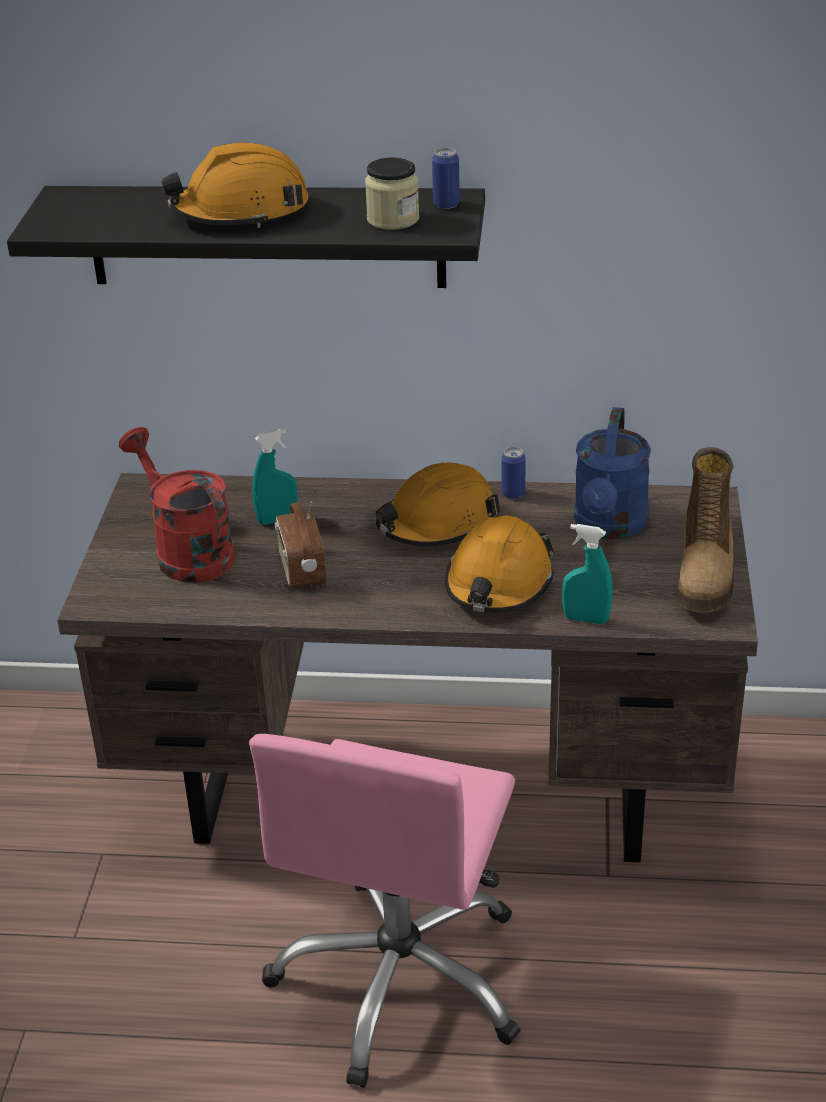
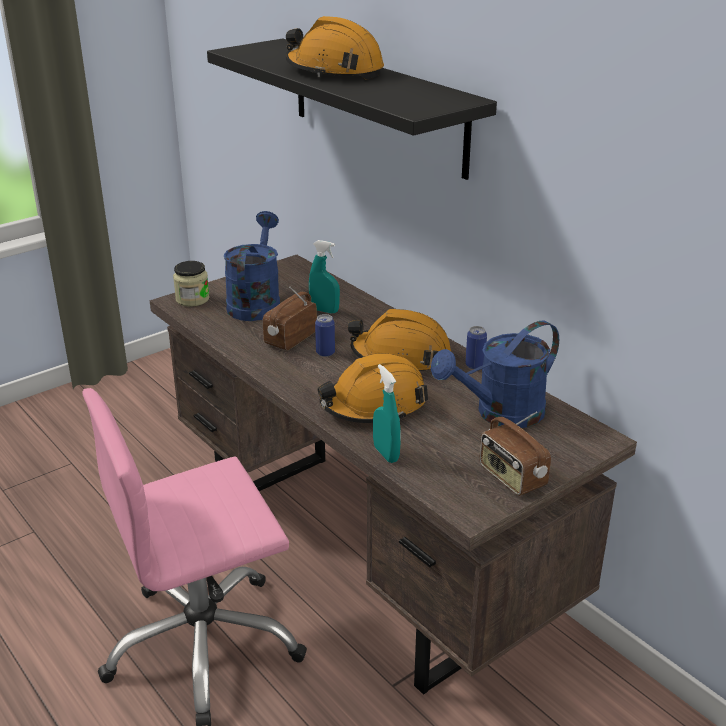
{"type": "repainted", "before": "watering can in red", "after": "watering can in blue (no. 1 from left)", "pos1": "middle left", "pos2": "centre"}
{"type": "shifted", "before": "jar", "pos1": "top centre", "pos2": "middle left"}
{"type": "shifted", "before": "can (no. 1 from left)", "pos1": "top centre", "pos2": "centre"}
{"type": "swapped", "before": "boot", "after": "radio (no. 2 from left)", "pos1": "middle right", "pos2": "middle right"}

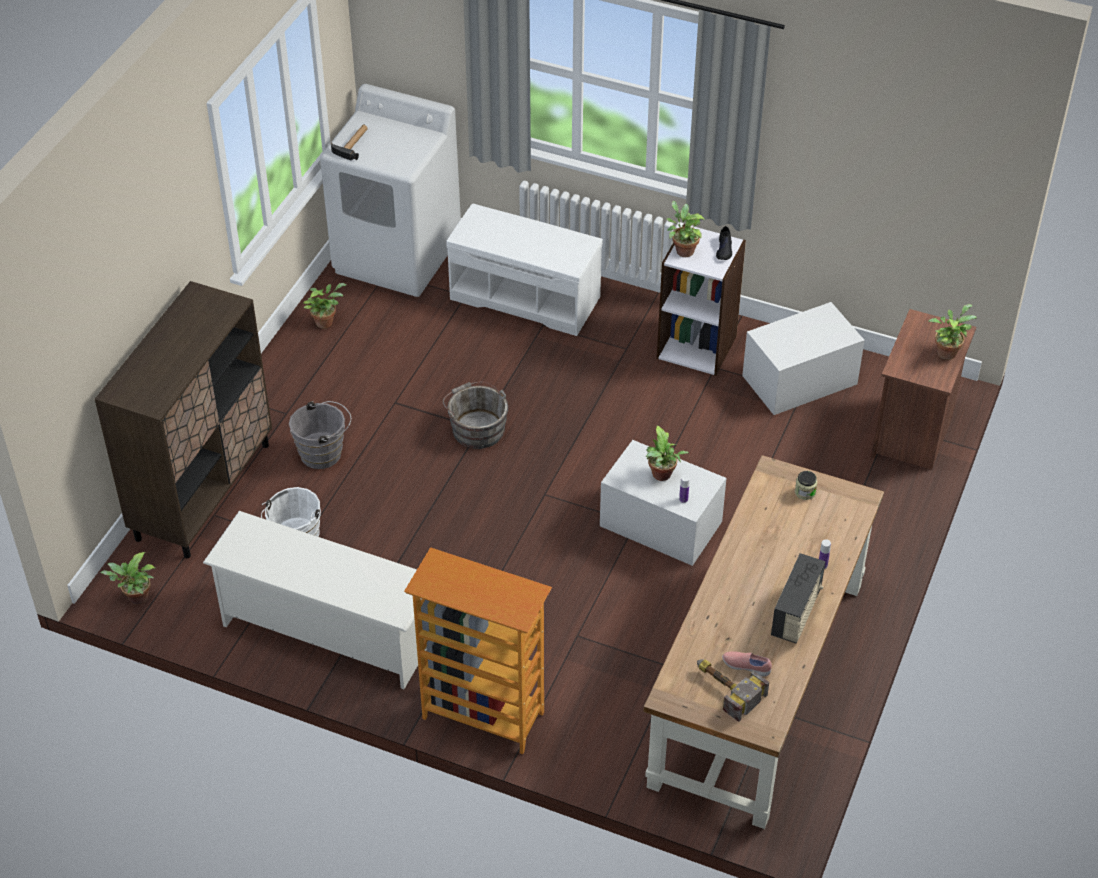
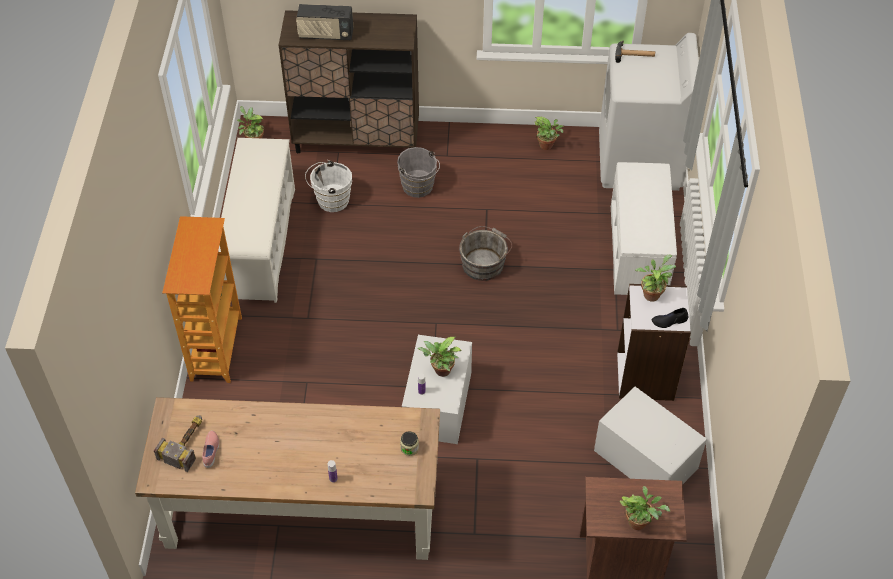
{"type": "shifted", "before": "radio", "pos1": "bottom right", "pos2": "top centre"}

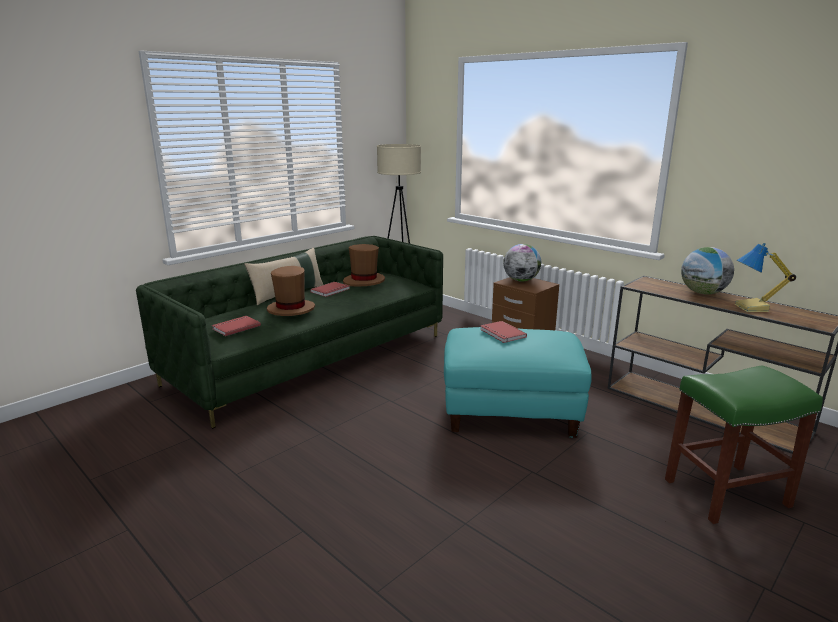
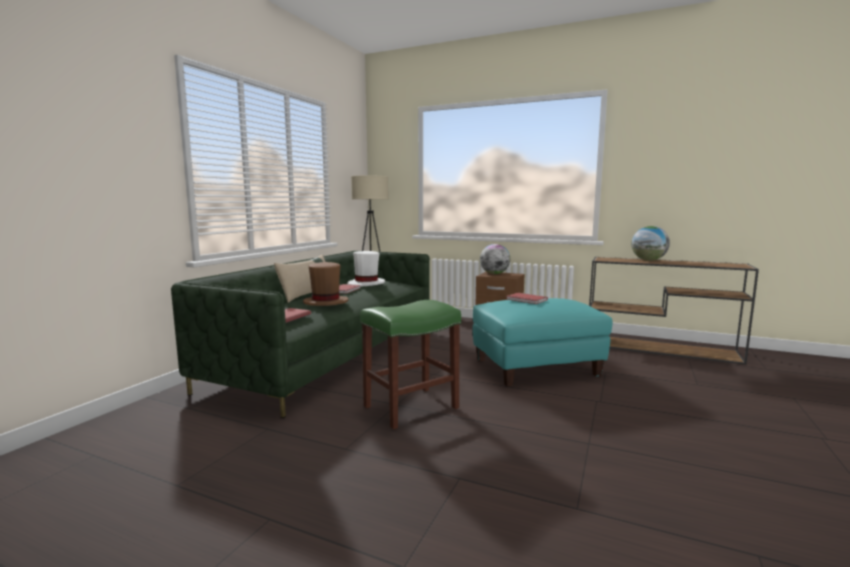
{"type": "repainted", "before": "hat in brown (no. 2 from left)", "after": "hat in white", "pos1": "centre", "pos2": "centre"}
{"type": "shifted", "before": "stool in green", "pos1": "bottom right", "pos2": "centre"}
{"type": "gone", "before": "table lamp", "pos1": "middle right"}

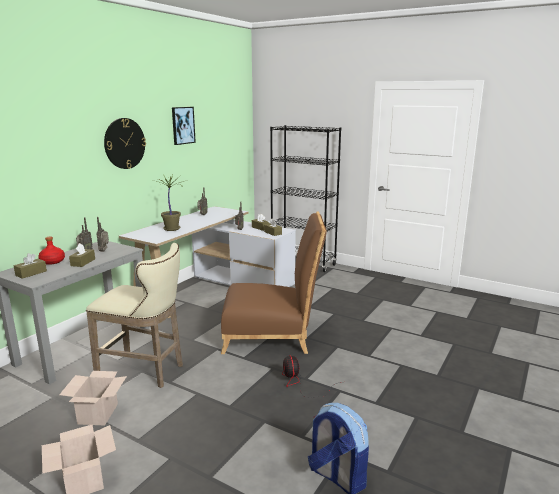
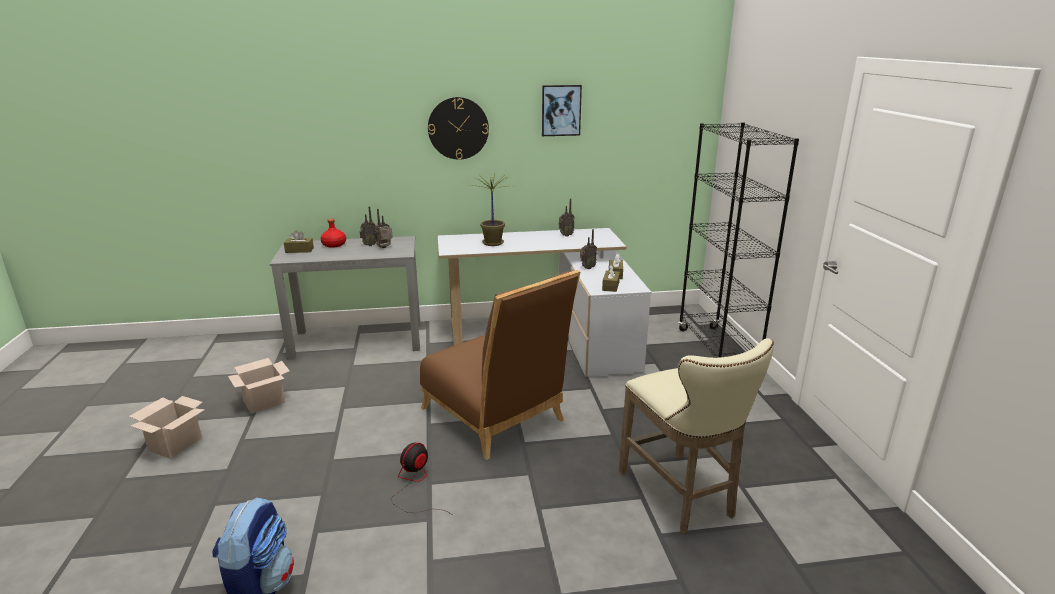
{"type": "gone", "before": "tissue box in brown (no. 2 from left)", "pos1": "middle left"}
{"type": "shifted", "before": "stool in beige", "pos1": "middle left", "pos2": "bottom centre"}

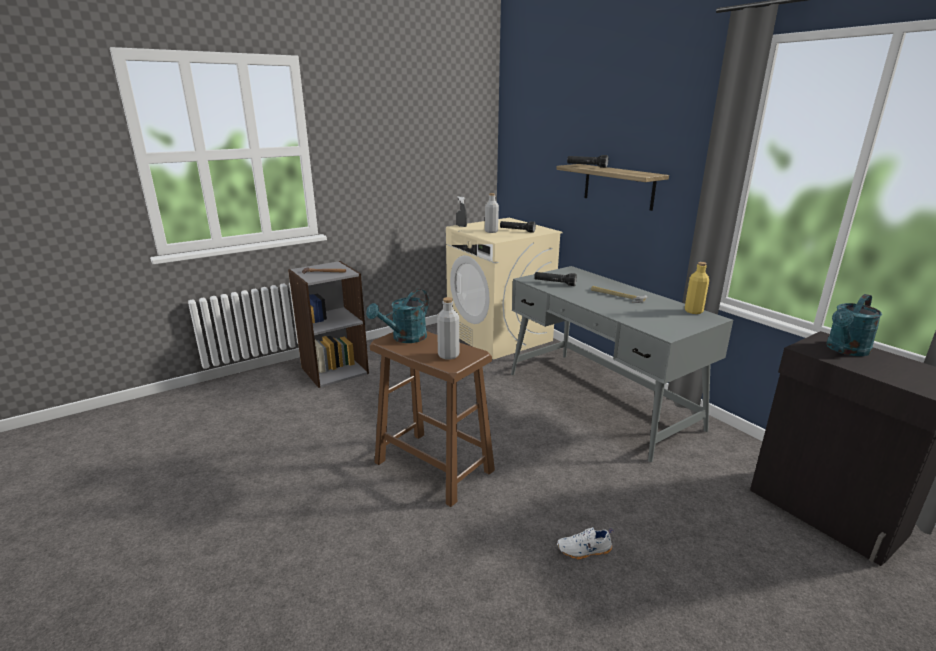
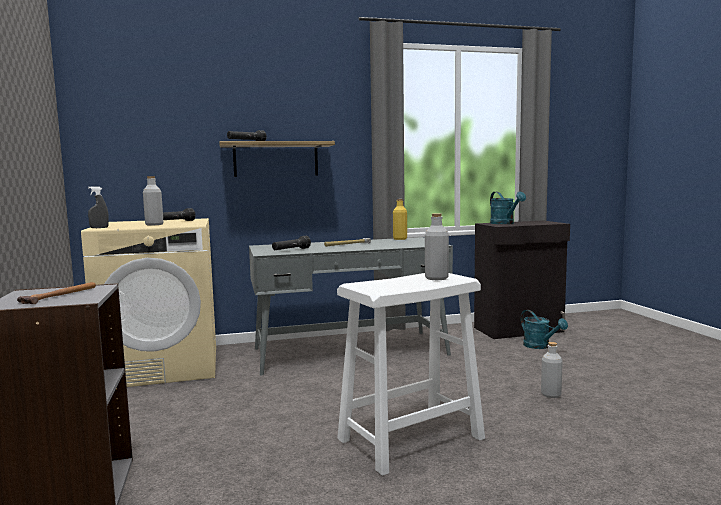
{"type": "shifted", "before": "watering can in turquoise (no. 1 from left in the first image)", "after": "watering can in turquoise (no. 2 from left)", "pos1": "centre", "pos2": "middle right"}
{"type": "repainted", "before": "stool in brown", "after": "stool in white", "pos1": "centre", "pos2": "bottom centre"}
{"type": "swapped", "before": "shoe in white", "after": "bottle in grey (no. 3 from left)", "pos1": "bottom centre", "pos2": "bottom right"}

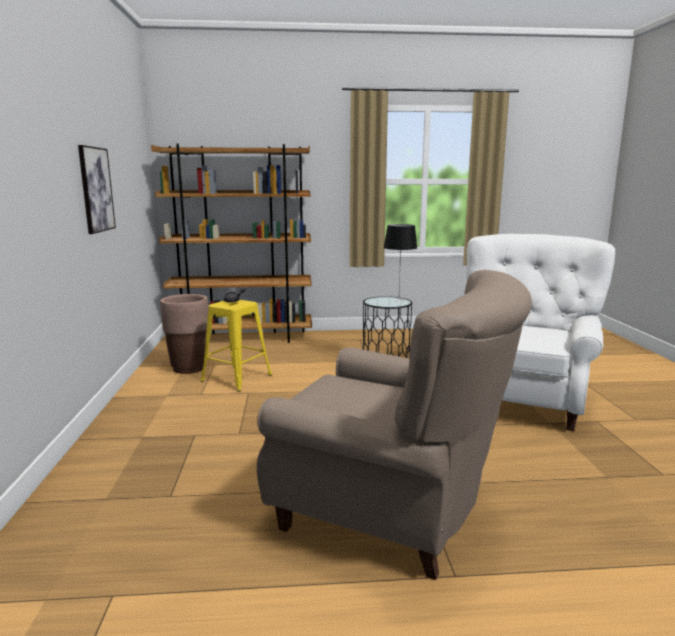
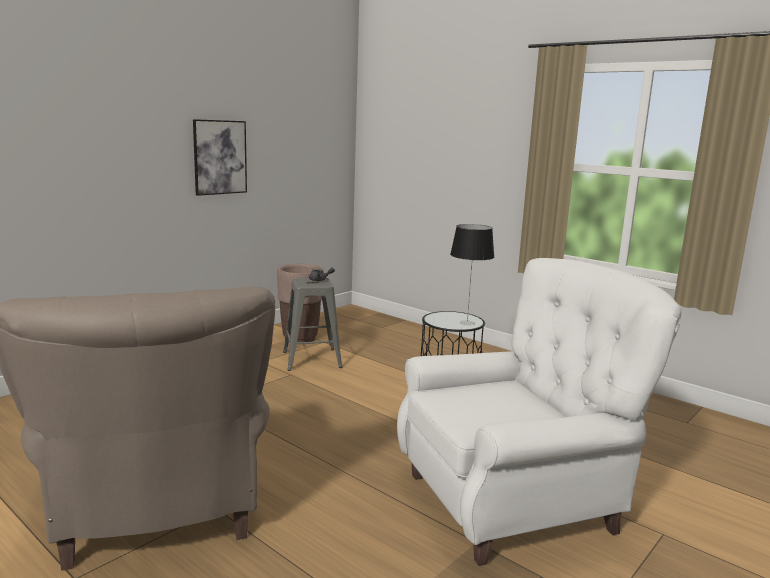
{"type": "gone", "before": "bookcase in brown", "pos1": "centre"}
{"type": "repainted", "before": "stool in yellow", "after": "stool in grey", "pos1": "centre", "pos2": "centre"}

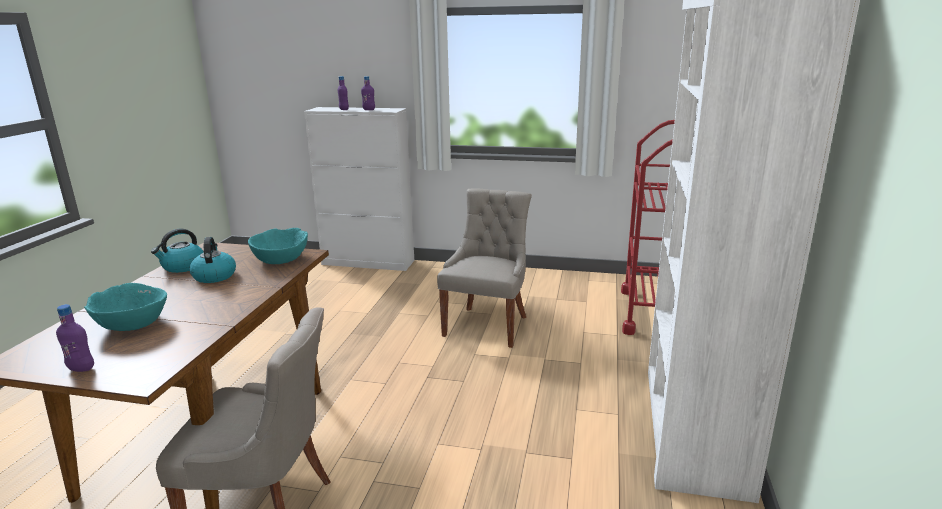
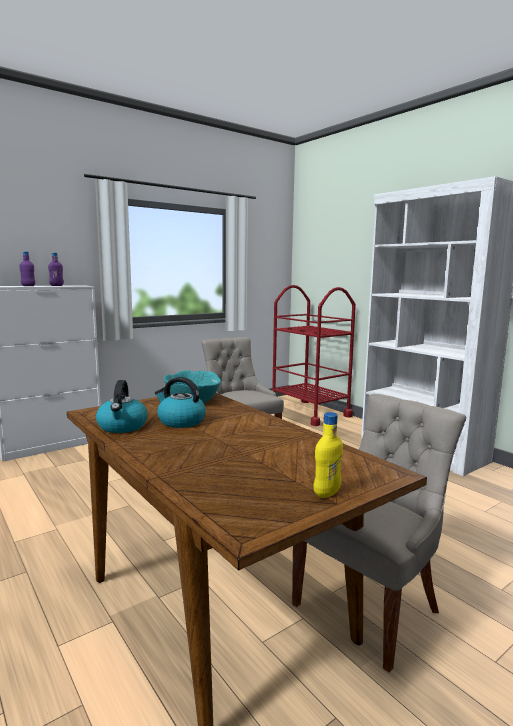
{"type": "repainted", "before": "bottle in purple (no. 1 from left)", "after": "bottle in yellow", "pos1": "middle left", "pos2": "centre"}
{"type": "gone", "before": "bowl in turquoise (no. 1 from left)", "pos1": "middle left"}

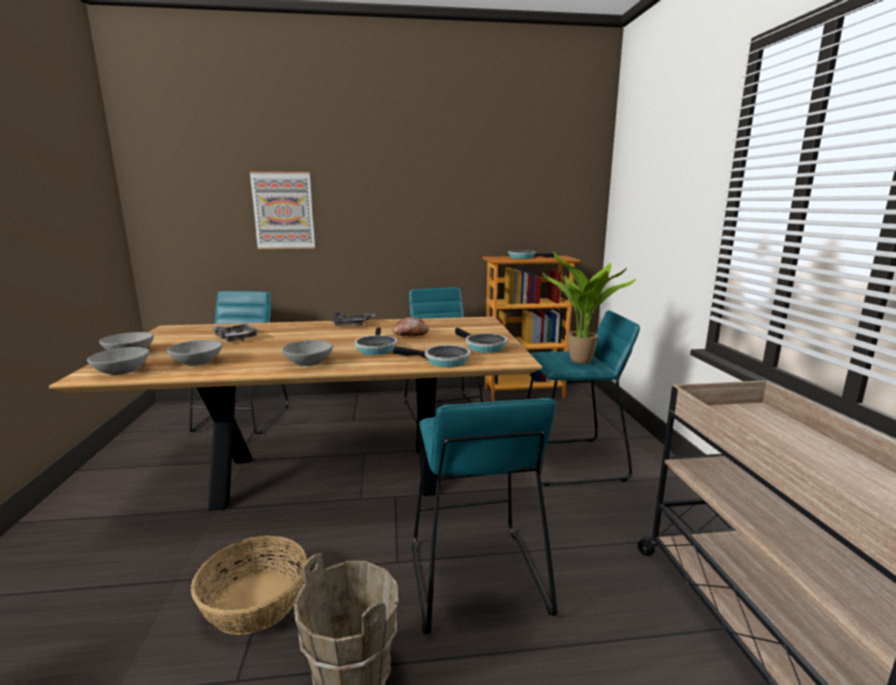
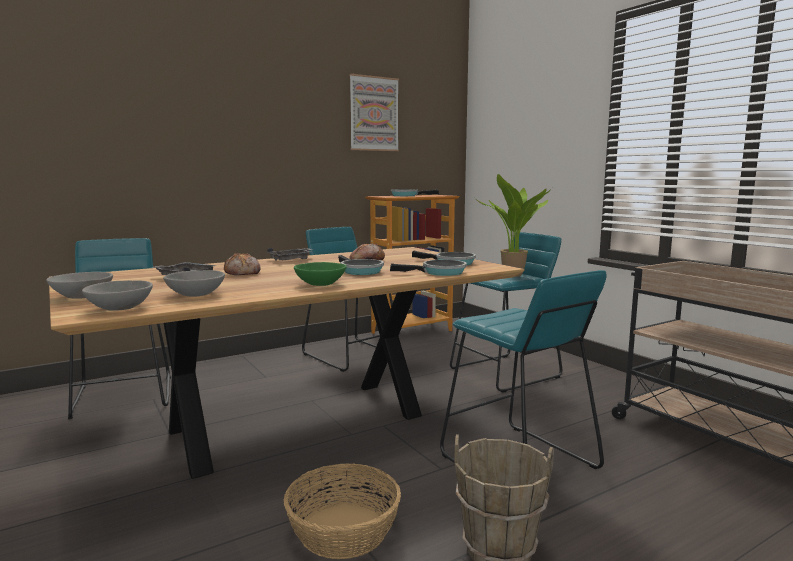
{"type": "shifted", "before": "picture", "pos1": "top left", "pos2": "top centre"}
{"type": "repainted", "before": "bowl in grey (no. 4 from left)", "after": "bowl in green", "pos1": "centre", "pos2": "centre"}
{"type": "new", "after": "bread (no. 1 from left)", "pos2": "middle left"}

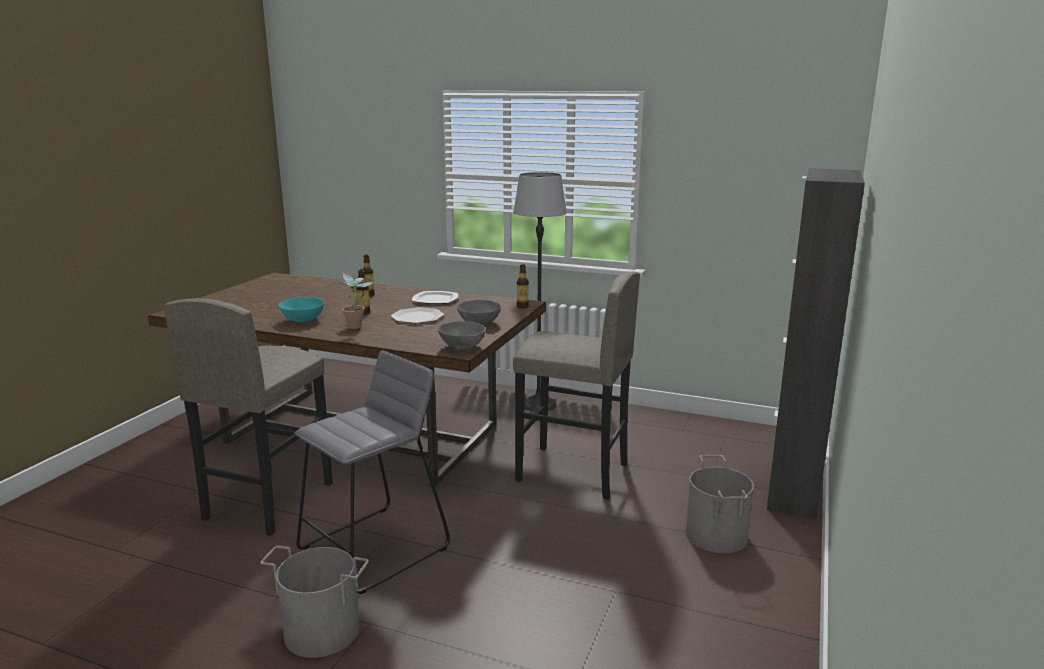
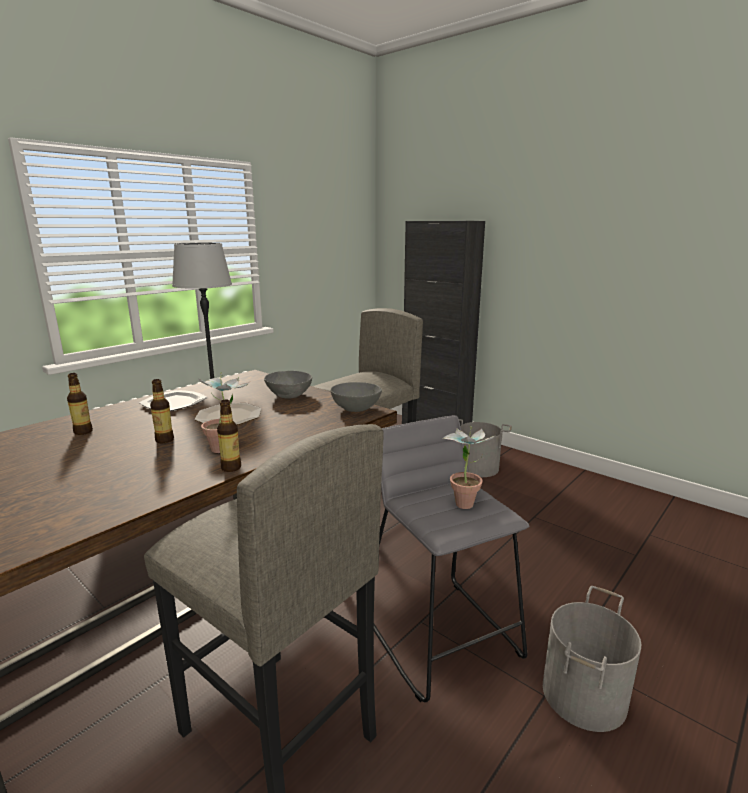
{"type": "gone", "before": "bowl in turquoise", "pos1": "middle left"}
{"type": "shifted", "before": "bottle (no. 3 from left)", "pos1": "centre", "pos2": "middle left"}
{"type": "new", "after": "potted plant (no. 2 from left)", "pos2": "centre"}

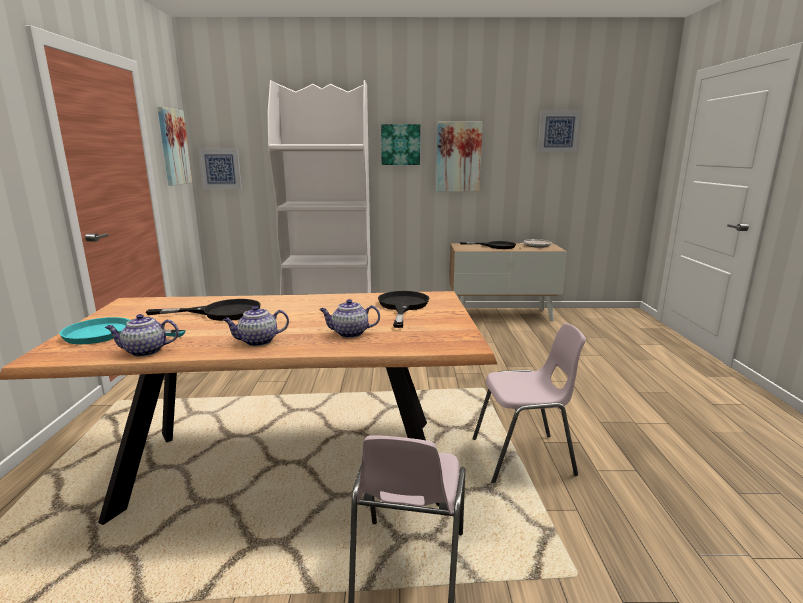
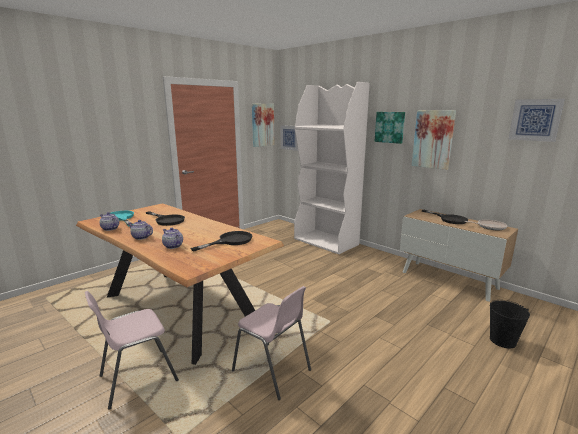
{"type": "new", "after": "bucket in black", "pos2": "bottom right"}

